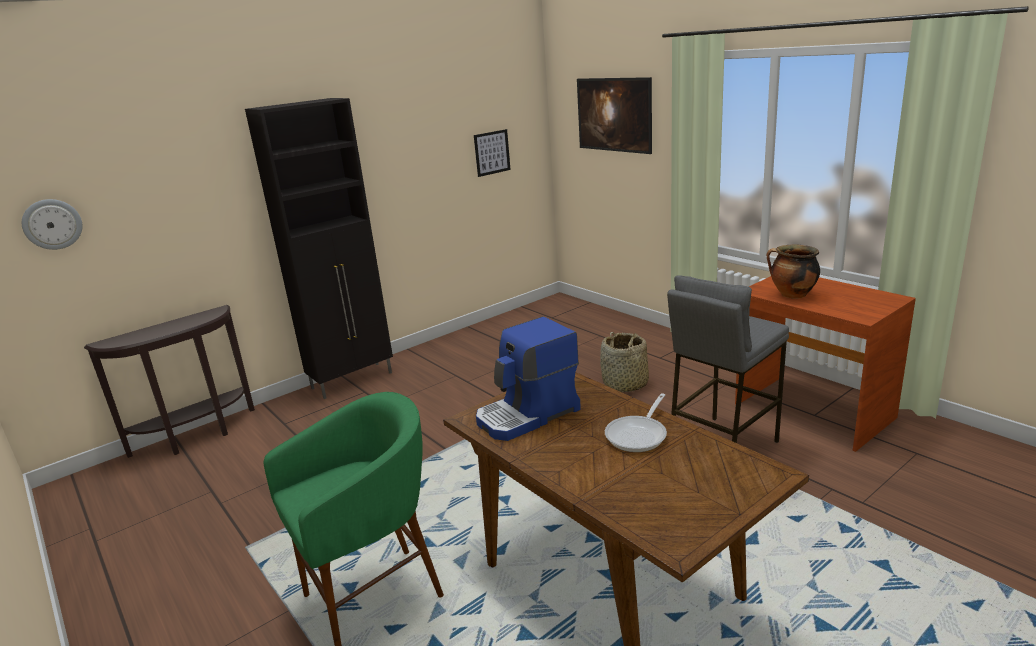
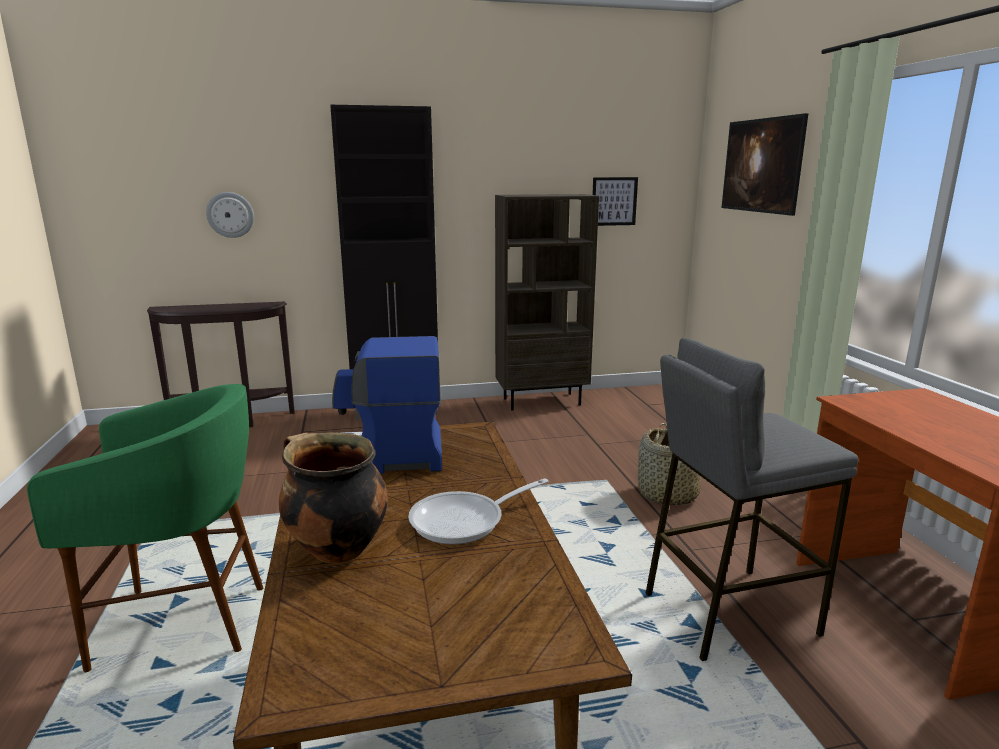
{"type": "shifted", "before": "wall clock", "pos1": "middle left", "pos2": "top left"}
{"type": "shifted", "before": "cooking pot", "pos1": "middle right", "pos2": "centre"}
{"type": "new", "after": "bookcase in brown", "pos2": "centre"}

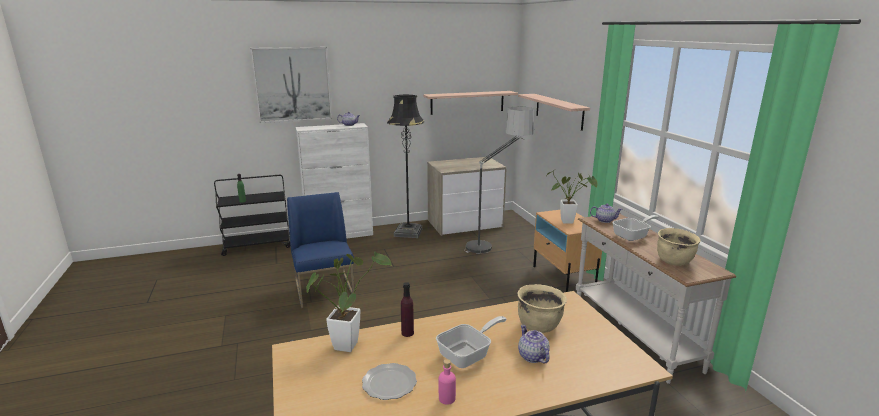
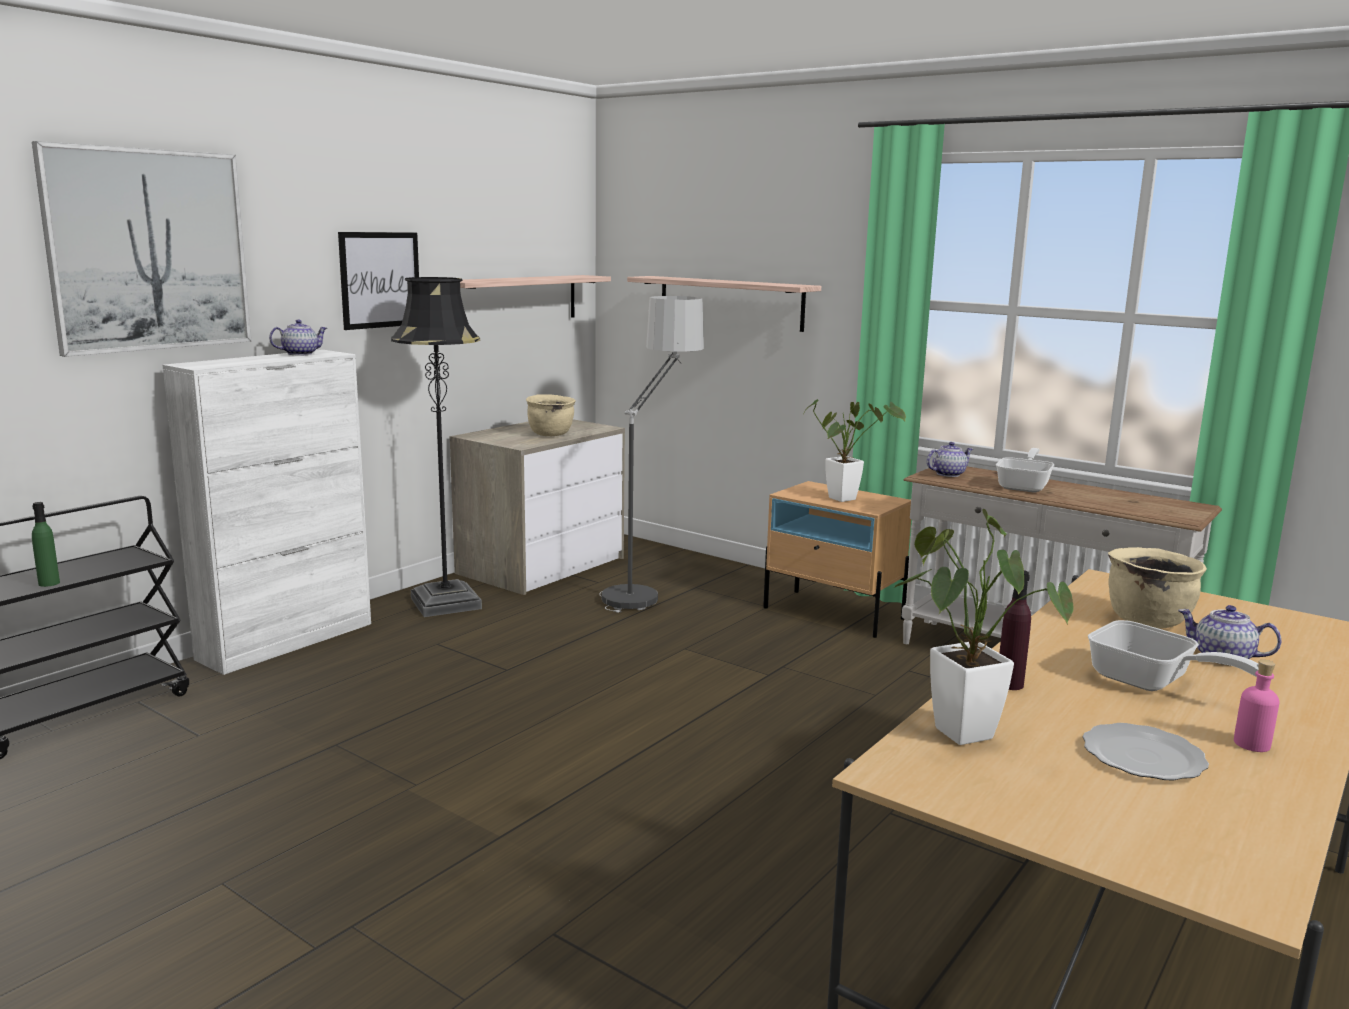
{"type": "gone", "before": "chair in blue", "pos1": "centre"}
{"type": "rotated", "before": "frying pan (no. 1 from left in the first image)", "pos1": "bottom centre", "pos2": "middle right", "turn": 120}
{"type": "shifted", "before": "cooking pot in beige (no. 2 from left in the first image)", "after": "cooking pot in beige (no. 1 from left)", "pos1": "middle right", "pos2": "centre"}
{"type": "new", "after": "picture (no. 2 from left)", "pos2": "top left"}

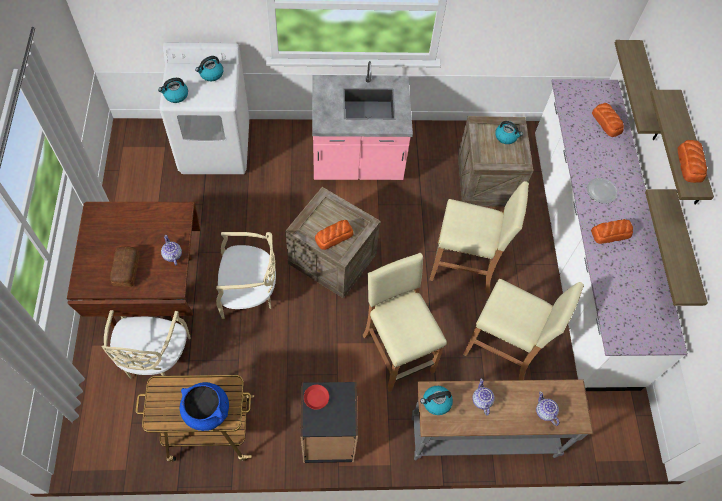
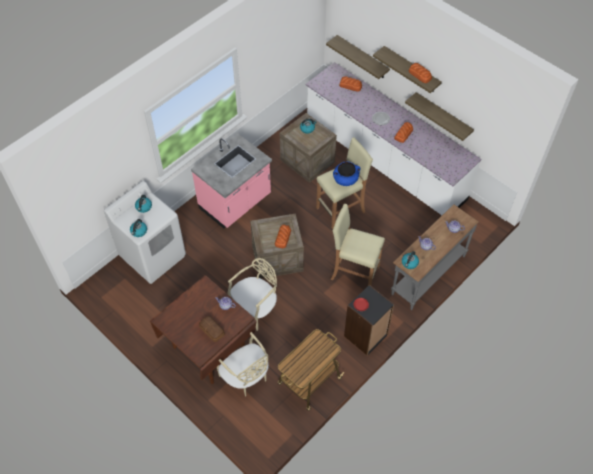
{"type": "shifted", "before": "cooking pot in blue", "pos1": "bottom left", "pos2": "centre"}
{"type": "gone", "before": "stool in beige (no. 3 from left)", "pos1": "middle right"}

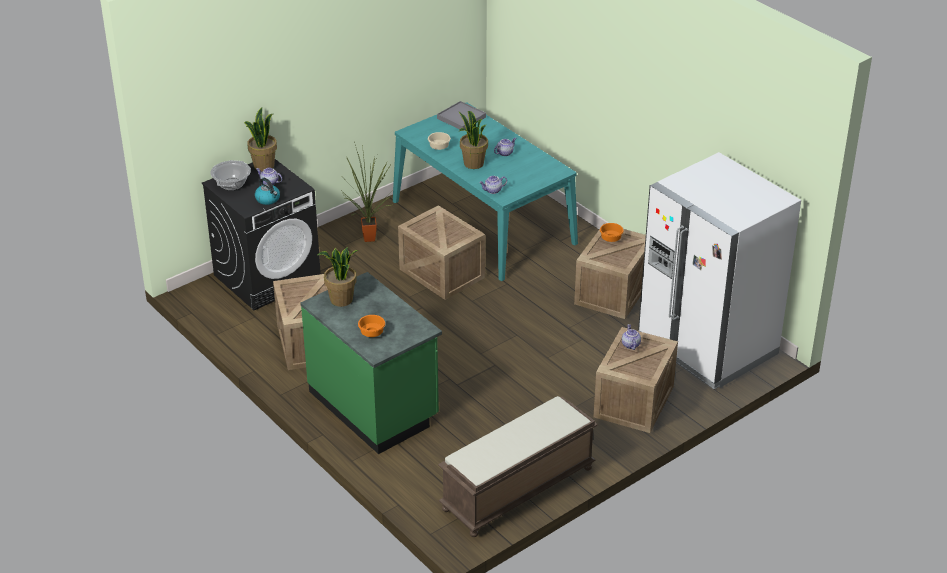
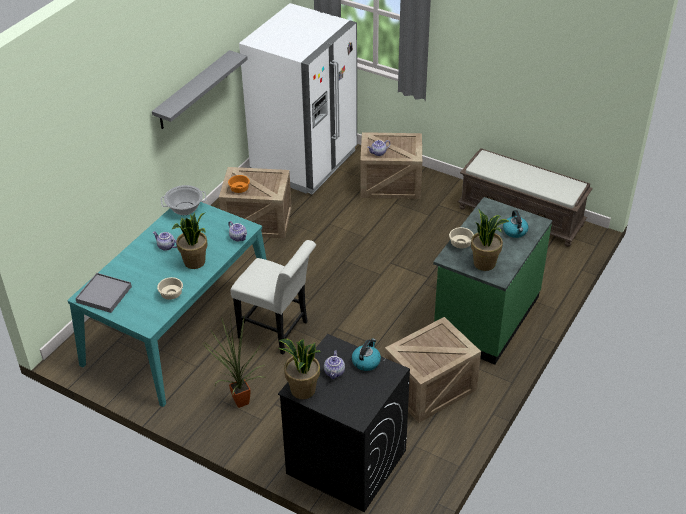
{"type": "shifted", "before": "cooking pot", "pos1": "top left", "pos2": "middle left"}
{"type": "swapped", "before": "bowl in orange (no. 1 from left)", "after": "kettle (no. 2 from left)", "pos1": "centre", "pos2": "middle right"}
{"type": "swapped", "before": "crate (no. 2 from left)", "after": "chair in white", "pos1": "centre", "pos2": "centre"}
{"type": "new", "after": "shelf in grey", "pos2": "top left"}
{"type": "new", "after": "bowl in beige (no. 2 from left)", "pos2": "middle right"}

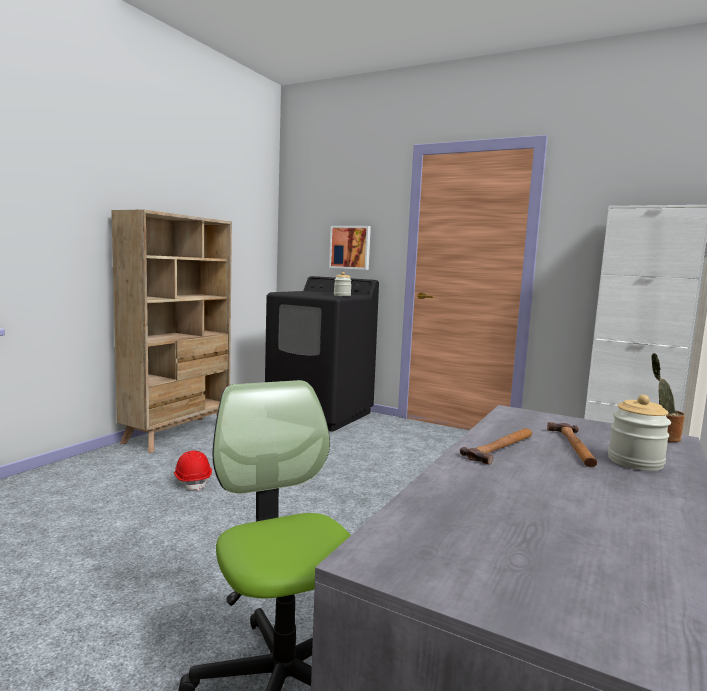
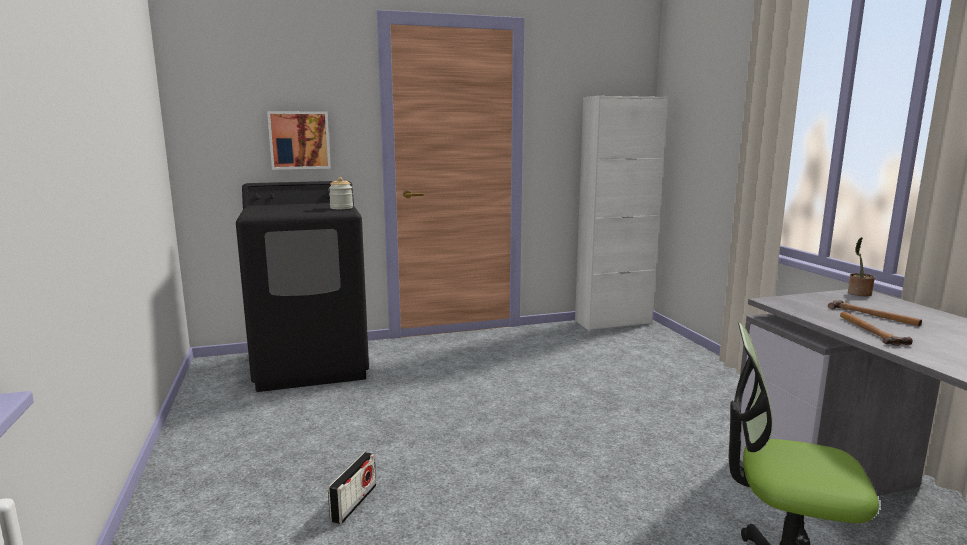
{"type": "gone", "before": "bookcase in beige", "pos1": "middle left"}
{"type": "swapped", "before": "hard hat in red", "after": "radio", "pos1": "bottom left", "pos2": "bottom centre"}
{"type": "gone", "before": "jar (no. 2 from left)", "pos1": "middle right"}

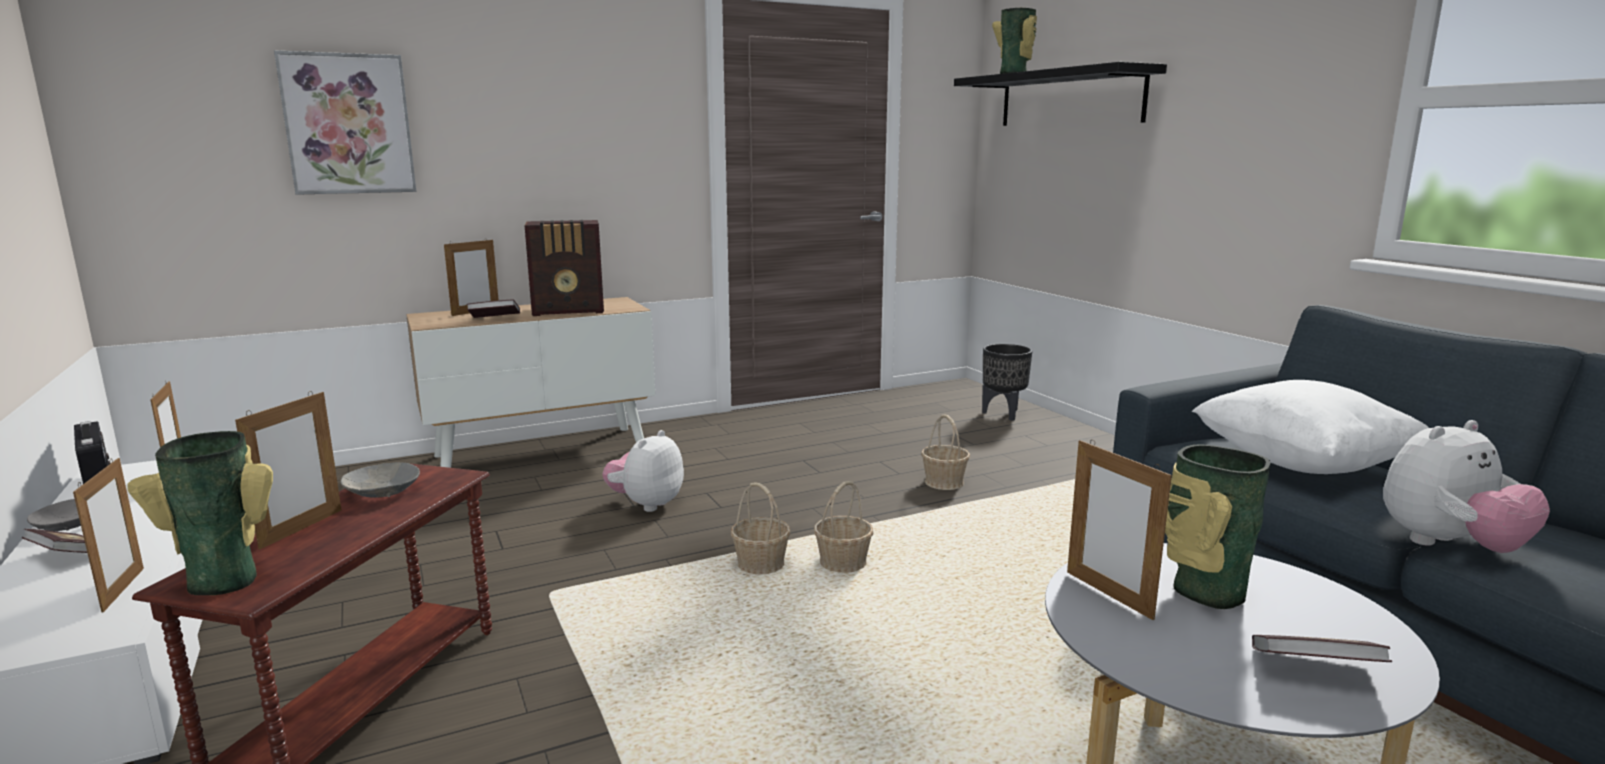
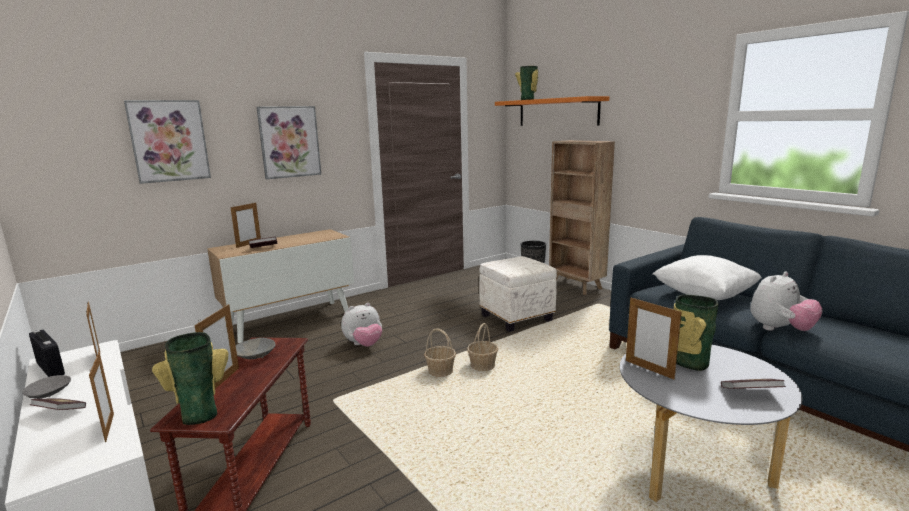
{"type": "gone", "before": "radio (no. 2 from left)", "pos1": "centre"}
{"type": "rotated", "before": "plush toy (no. 1 from left)", "pos1": "centre", "pos2": "centre", "turn": -135}
{"type": "swapped", "before": "basket (no. 3 from left)", "after": "ottoman in white", "pos1": "centre", "pos2": "centre"}
{"type": "repainted", "before": "shelf in black", "after": "shelf in orange", "pos1": "top centre", "pos2": "top centre"}
{"type": "new", "after": "picture (no. 2 from left)", "pos2": "top left"}
{"type": "new", "after": "bookcase in brown", "pos2": "centre"}

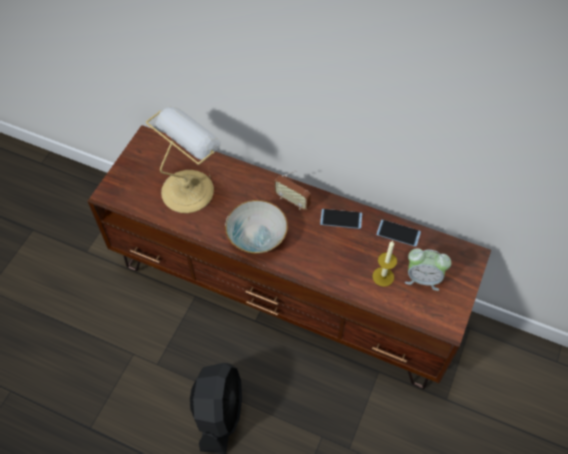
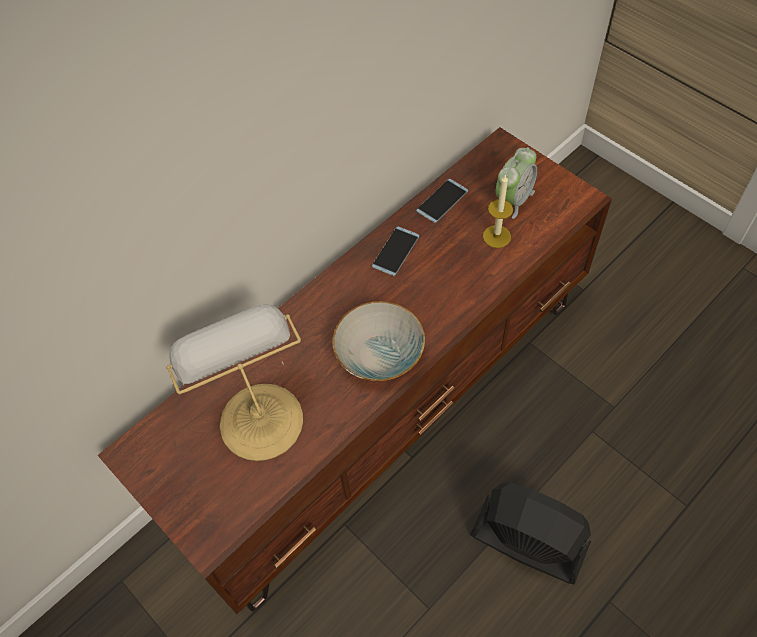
{"type": "gone", "before": "radio", "pos1": "centre"}

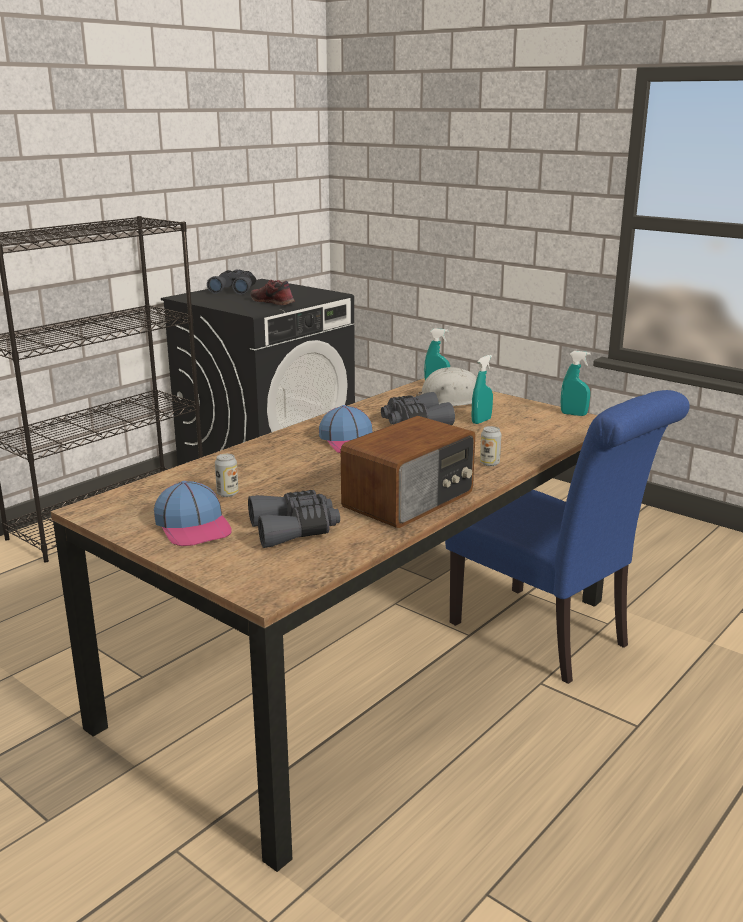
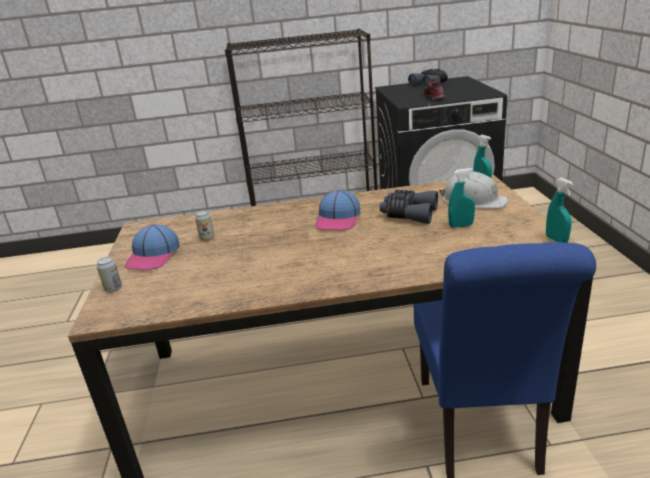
{"type": "gone", "before": "binoculars in grey (no. 2 from left)", "pos1": "centre"}
{"type": "gone", "before": "radio", "pos1": "centre"}
{"type": "shifted", "before": "can (no. 2 from left in the first image)", "after": "can (no. 1 from left)", "pos1": "centre", "pos2": "middle left"}

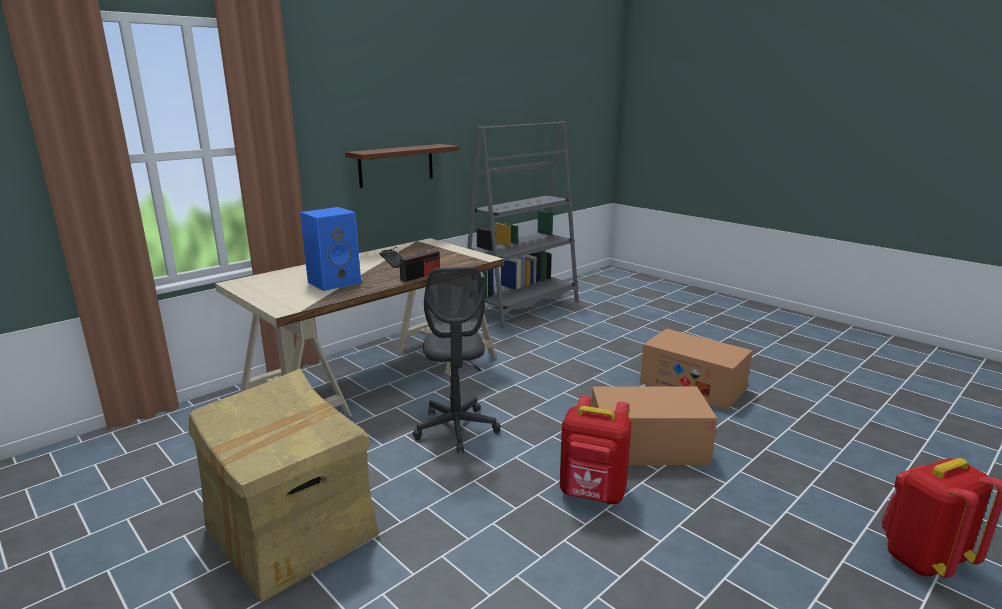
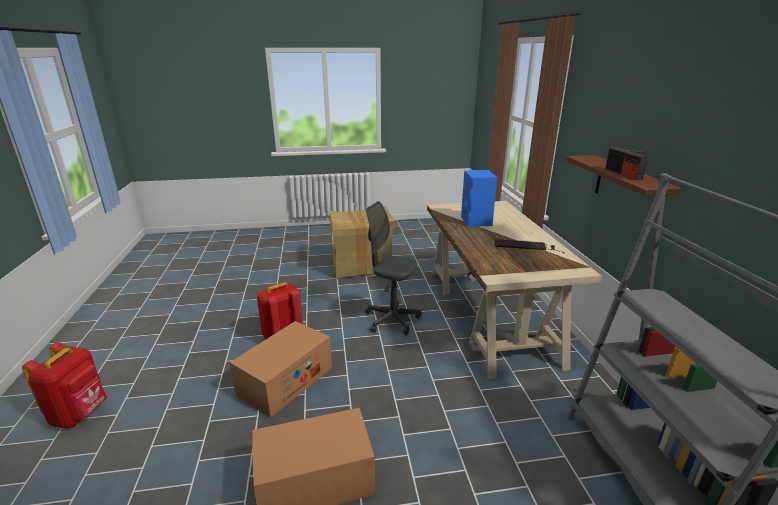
{"type": "shifted", "before": "radio", "pos1": "centre", "pos2": "top right"}

